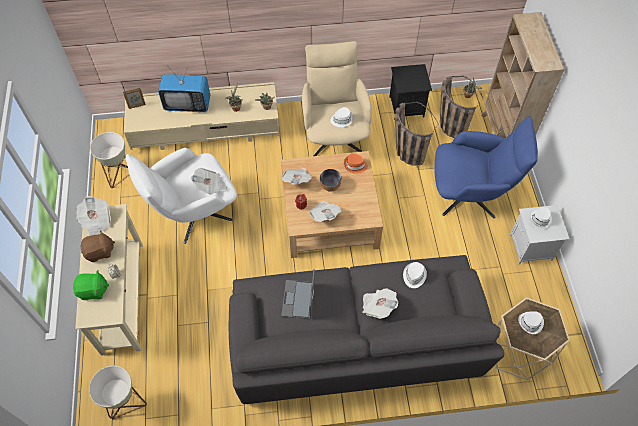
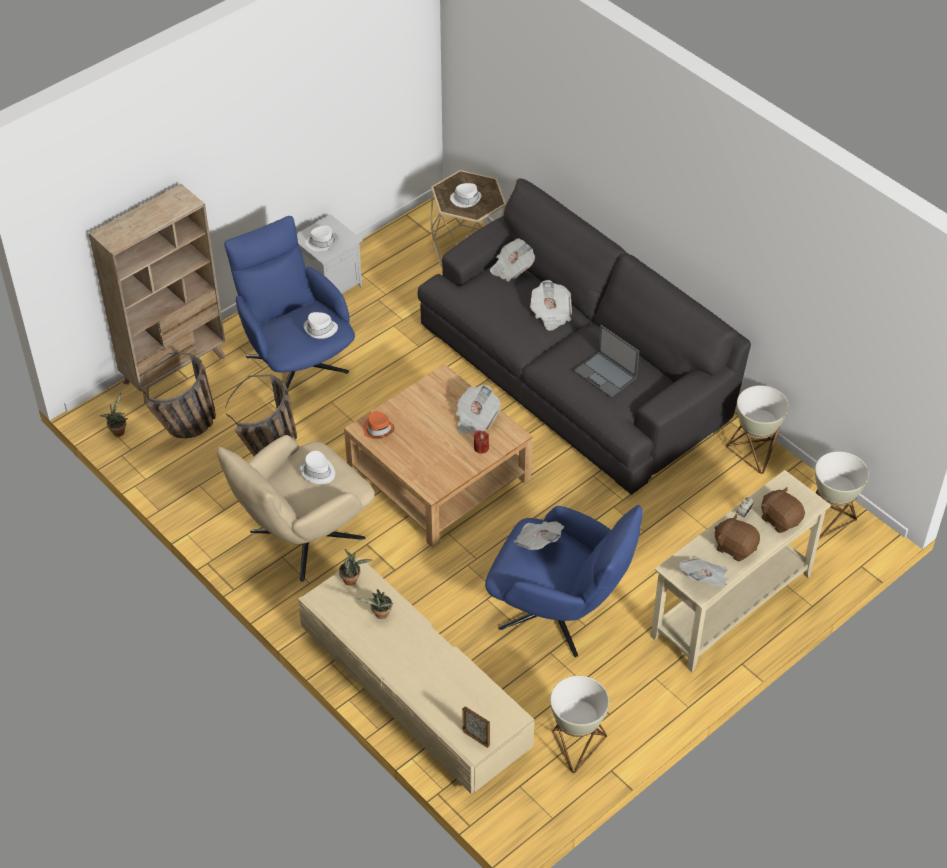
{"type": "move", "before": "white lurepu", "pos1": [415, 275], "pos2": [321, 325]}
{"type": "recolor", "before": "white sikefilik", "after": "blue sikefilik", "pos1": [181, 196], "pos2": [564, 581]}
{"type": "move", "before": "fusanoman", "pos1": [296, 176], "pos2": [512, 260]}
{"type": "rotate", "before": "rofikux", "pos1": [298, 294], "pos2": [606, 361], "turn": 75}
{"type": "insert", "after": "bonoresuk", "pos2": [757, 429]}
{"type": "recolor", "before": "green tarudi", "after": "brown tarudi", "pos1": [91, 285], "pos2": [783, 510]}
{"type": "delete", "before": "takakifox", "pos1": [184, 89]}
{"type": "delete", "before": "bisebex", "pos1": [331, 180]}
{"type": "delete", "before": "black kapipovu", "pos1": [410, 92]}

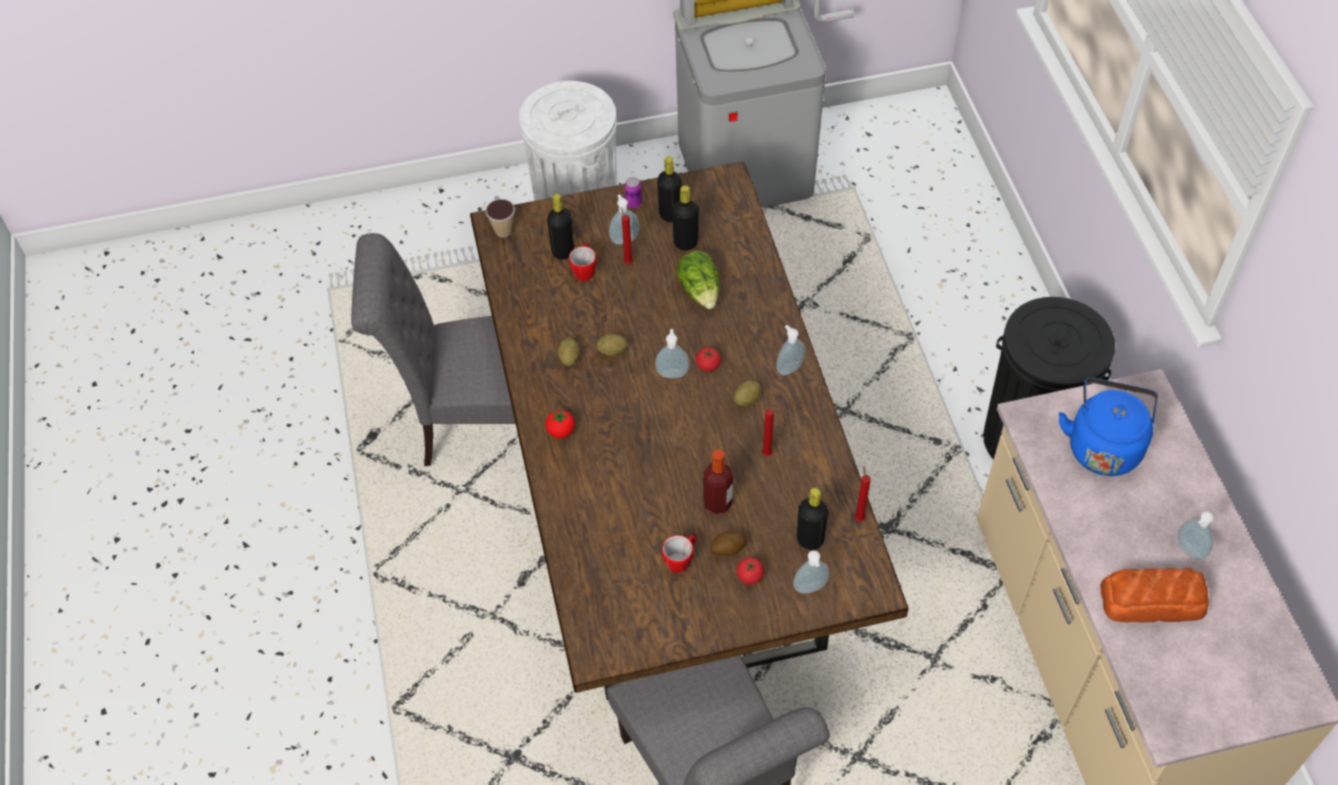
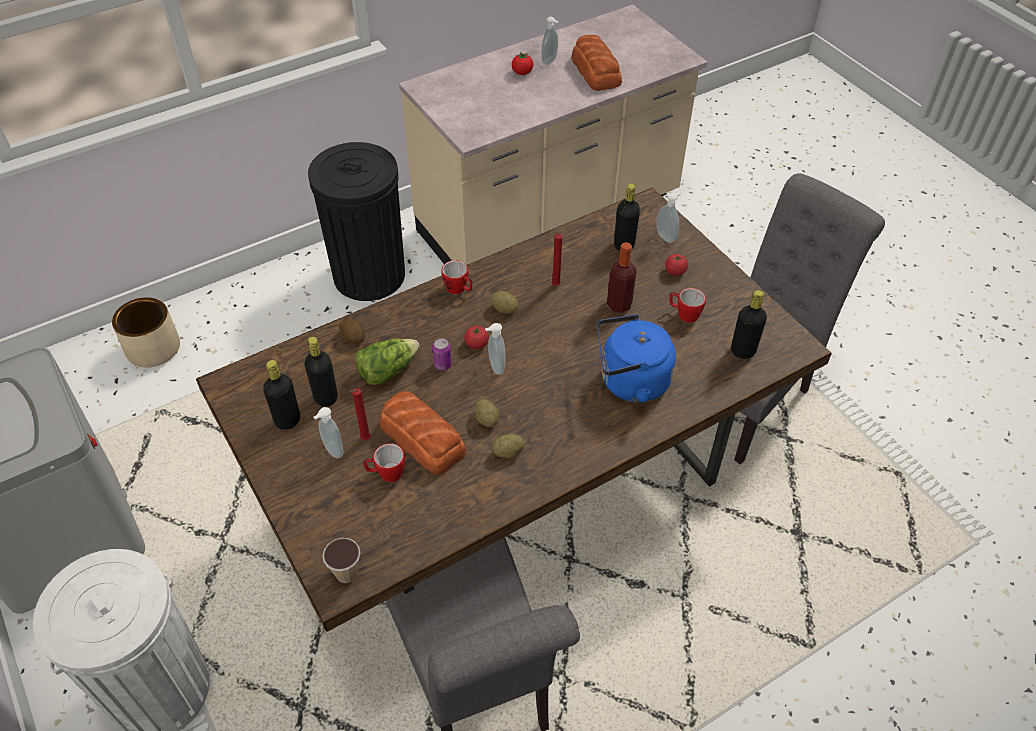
{"type": "insert", "after": "beige bonoresuk", "pos2": [146, 332]}
{"type": "move", "before": "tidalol", "pos1": [728, 543], "pos2": [352, 331]}
{"type": "insert", "after": "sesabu", "pos2": [423, 432]}
{"type": "move", "before": "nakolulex", "pos1": [633, 192], "pos2": [442, 354]}
{"type": "replace", "before": "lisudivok", "after": "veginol", "pos1": [791, 350], "pos2": [457, 277]}
{"type": "move", "before": "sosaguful", "pos1": [560, 424], "pos2": [522, 63]}
{"type": "move", "before": "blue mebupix", "pos1": [1108, 427], "pos2": [636, 358]}
{"type": "move", "before": "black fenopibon", "pos1": [560, 227], "pos2": [749, 324]}
{"type": "delete", "before": "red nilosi", "pos1": [863, 494]}

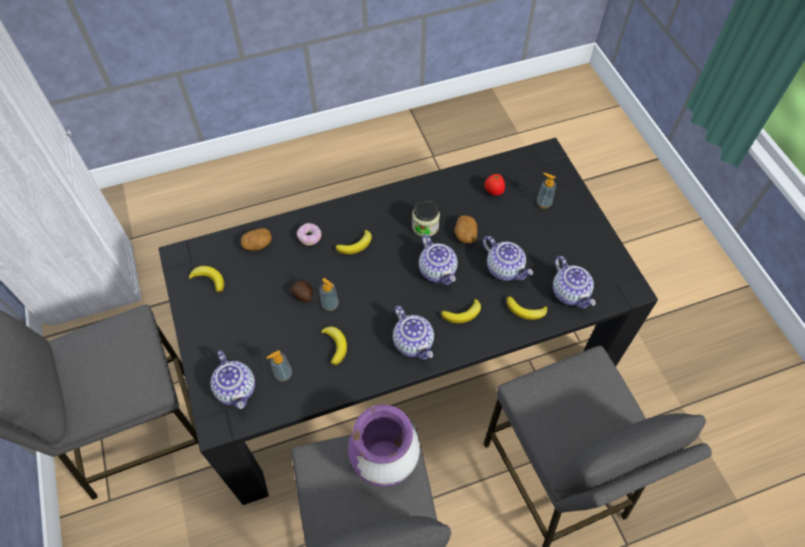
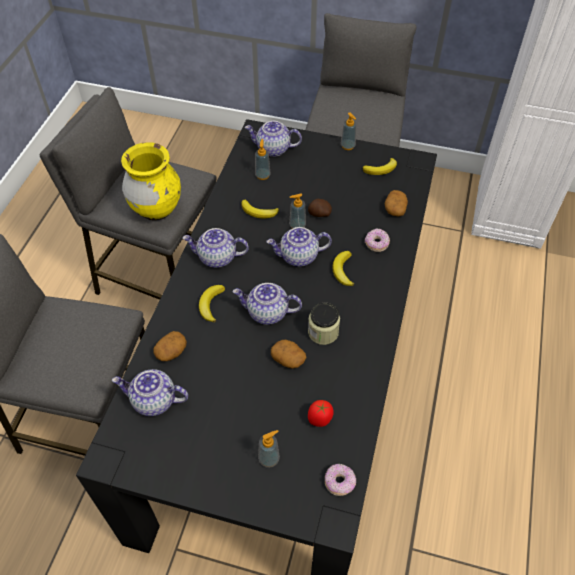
{"type": "recolor", "before": "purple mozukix", "after": "yellow mozukix", "pos1": [384, 446], "pos2": [151, 181]}
{"type": "replace", "before": "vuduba", "after": "tidalol", "pos1": [526, 308], "pos2": [170, 346]}
{"type": "move", "before": "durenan", "pos1": [508, 258], "pos2": [299, 247]}
{"type": "insert", "after": "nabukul", "pos2": [340, 480]}
{"type": "insert", "after": "lisudivok", "pos2": [349, 131]}

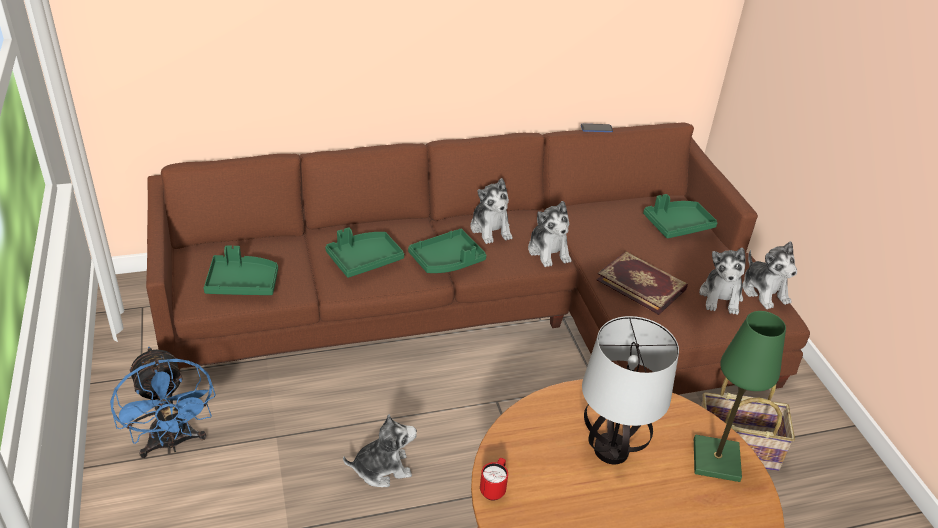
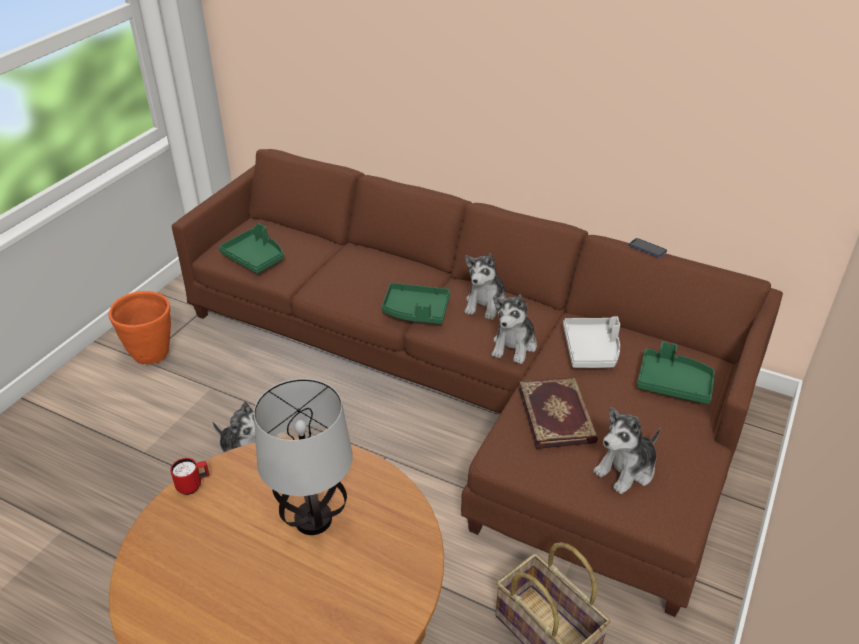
{"type": "replace", "before": "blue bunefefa", "after": "orange bonoresuk", "pos1": [163, 402], "pos2": [140, 327]}
{"type": "insert", "after": "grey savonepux", "pos2": [591, 342]}
{"type": "delete", "before": "green savonepux", "pos1": [364, 253]}
{"type": "delete", "before": "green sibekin", "pos1": [740, 396]}
{"type": "delete", "before": "tarudi", "pos1": [769, 275]}

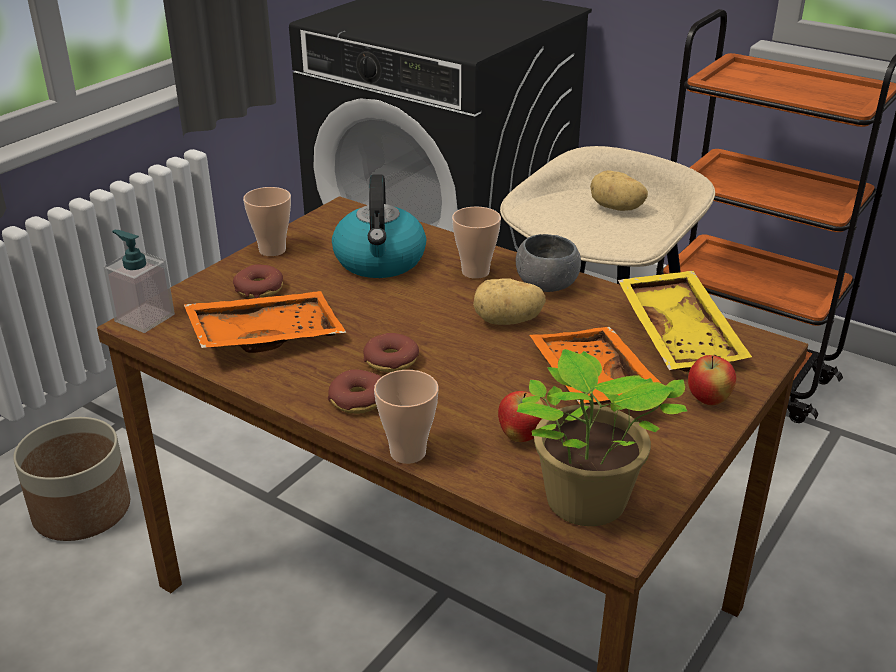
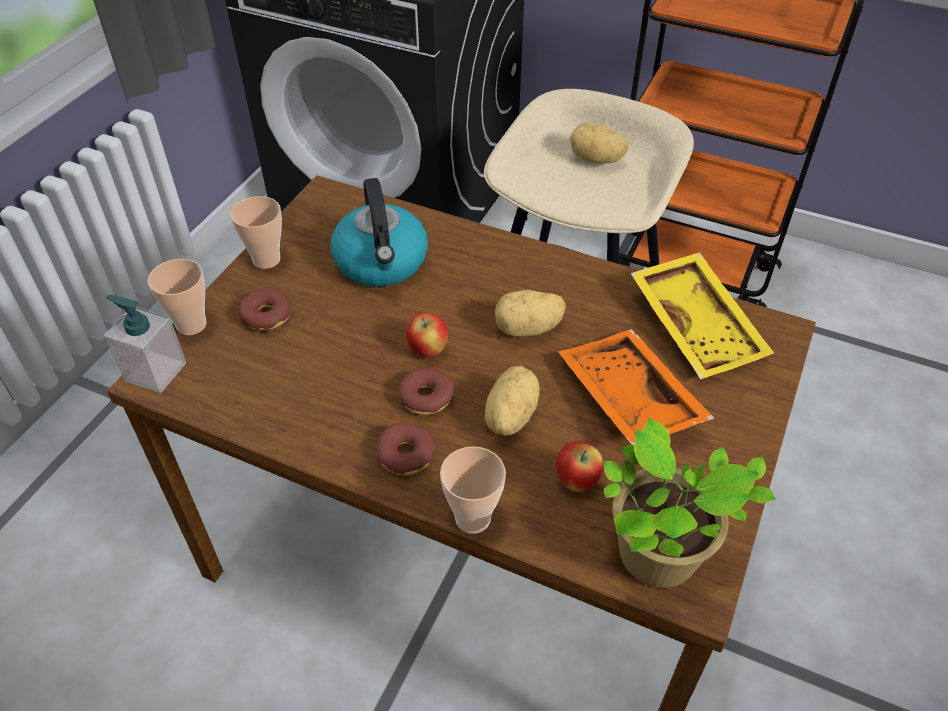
{"type": "move", "before": "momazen", "pos1": [476, 243], "pos2": [177, 297]}
{"type": "move", "before": "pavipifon", "pos1": [712, 380], "pos2": [427, 335]}
{"type": "insert", "after": "tidalol", "pos2": [512, 401]}
{"type": "delete", "before": "bonoresuk", "pos1": [71, 479]}
{"type": "delete", "before": "orange savonepux", "pos1": [265, 322]}
{"type": "delete", "before": "grey bisebex", "pos1": [548, 263]}

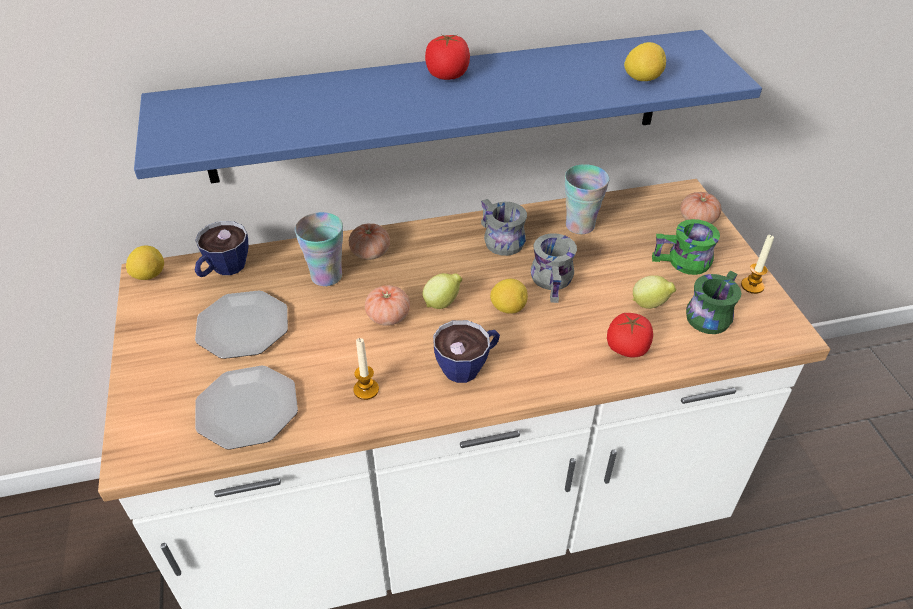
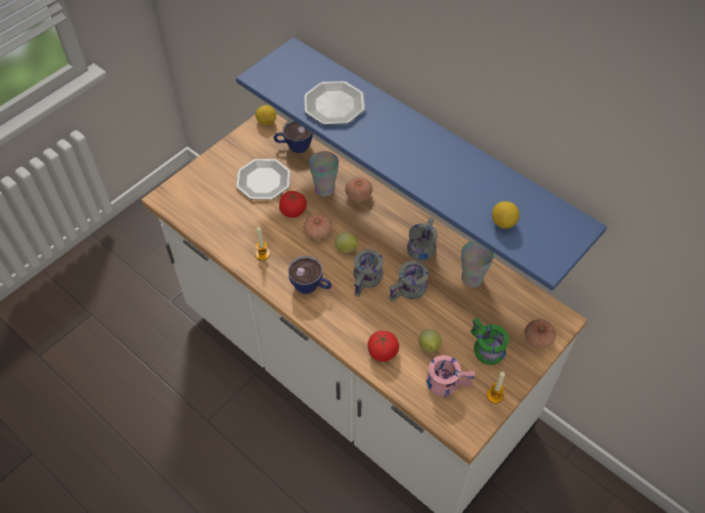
{"type": "move", "before": "sosaguful", "pos1": [447, 57], "pos2": [293, 204]}
{"type": "move", "before": "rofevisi", "pos1": [246, 407], "pos2": [334, 103]}
{"type": "replace", "before": "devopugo", "after": "grey veginol", "pos1": [509, 296], "pos2": [368, 273]}
{"type": "recolor", "before": "green veginol", "after": "pink veginol", "pos1": [714, 302], "pos2": [450, 376]}

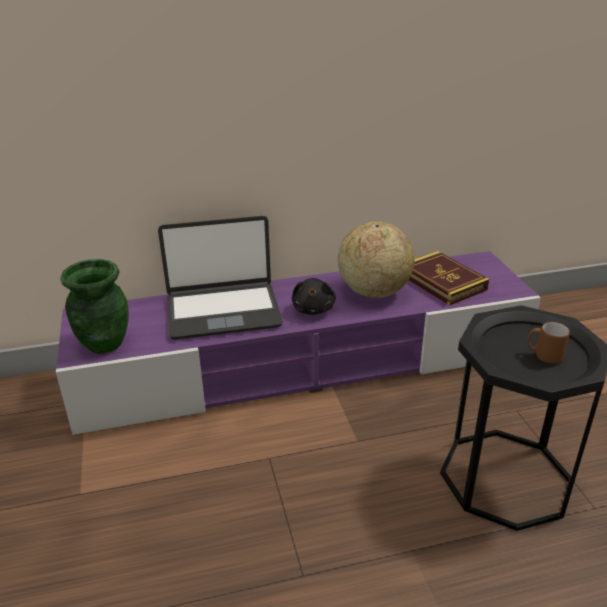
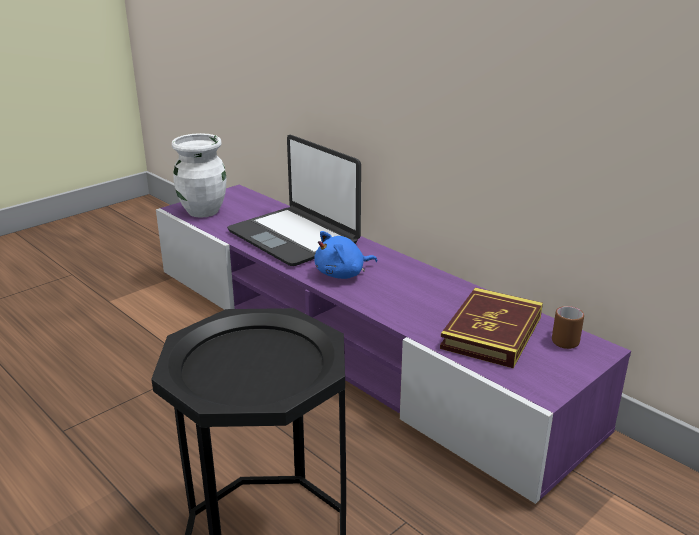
{"type": "recolor", "before": "green mozukix", "after": "white mozukix", "pos1": [94, 306], "pos2": [199, 175]}
{"type": "recolor", "before": "black tarudi", "after": "blue tarudi", "pos1": [313, 296], "pos2": [345, 255]}
{"type": "move", "before": "brown veginol", "pos1": [548, 343], "pos2": [568, 327]}
{"type": "delete", "before": "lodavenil", "pos1": [376, 259]}

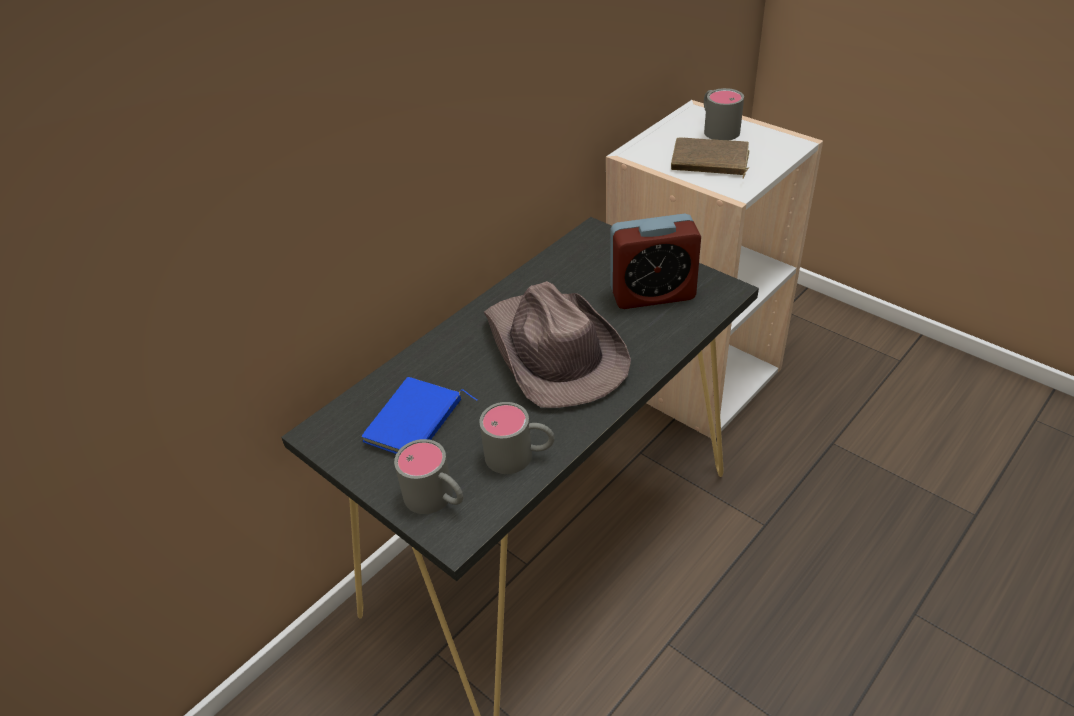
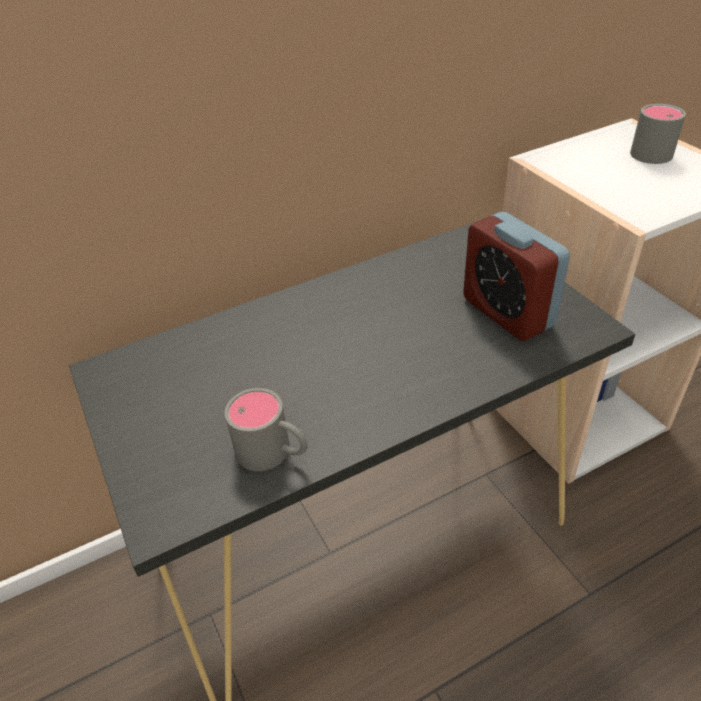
{"type": "rotate", "before": "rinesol", "pos1": [655, 261], "pos2": [516, 276], "turn": 45}
{"type": "delete", "before": "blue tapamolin", "pos1": [419, 415]}
{"type": "delete", "before": "grey veginol", "pos1": [428, 476]}
{"type": "delete", "before": "brown lurepu", "pos1": [557, 344]}
{"type": "delete", "before": "brown tapamolin", "pos1": [710, 158]}

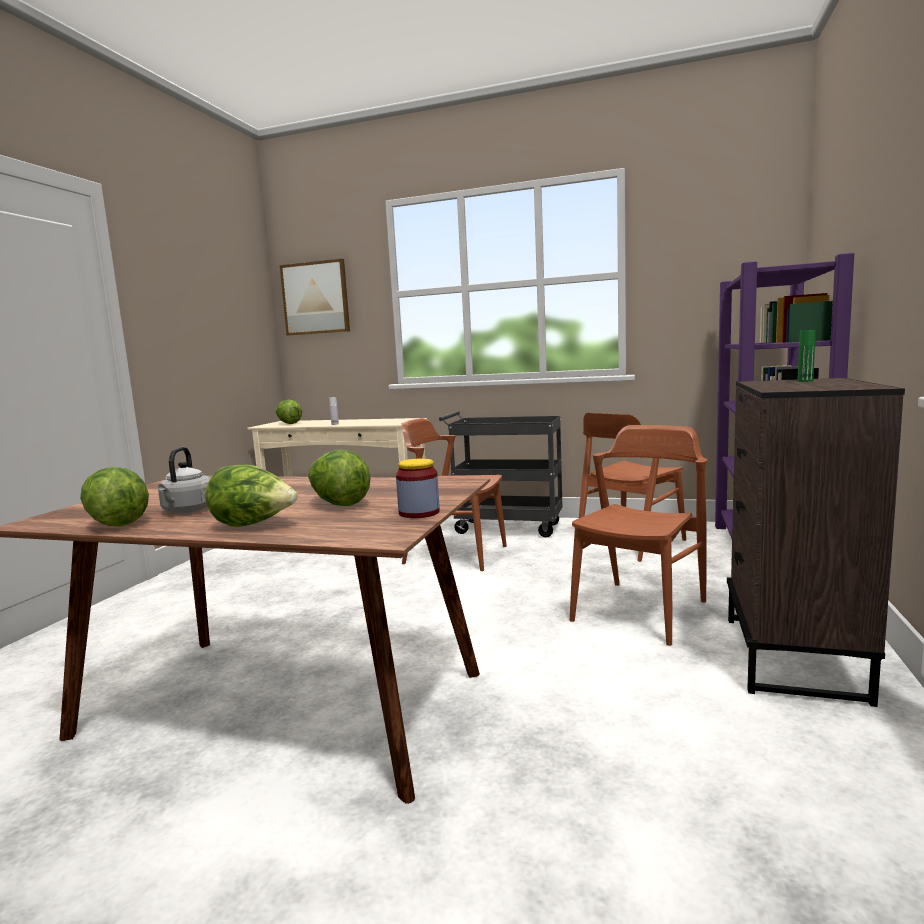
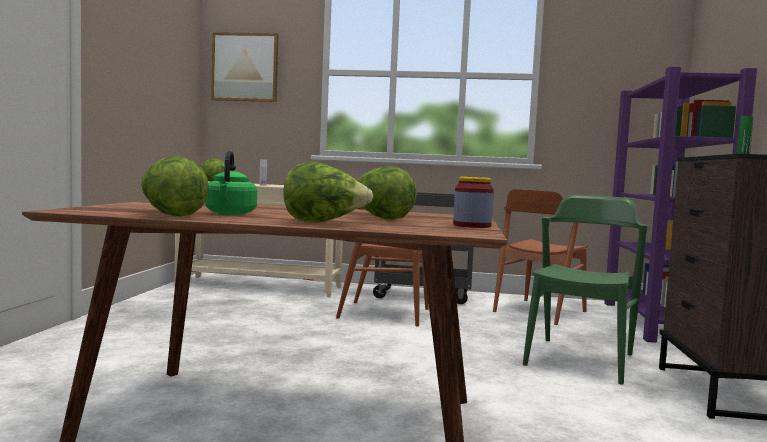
{"type": "recolor", "before": "grey mebupix", "after": "green mebupix", "pos1": [184, 480], "pos2": [231, 182]}
{"type": "recolor", "before": "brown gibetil", "after": "green gibetil", "pos1": [638, 535], "pos2": [585, 290]}

